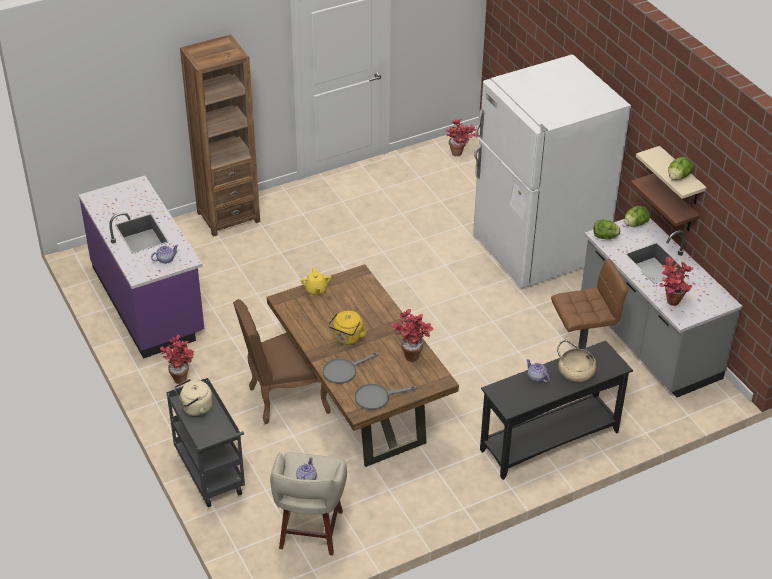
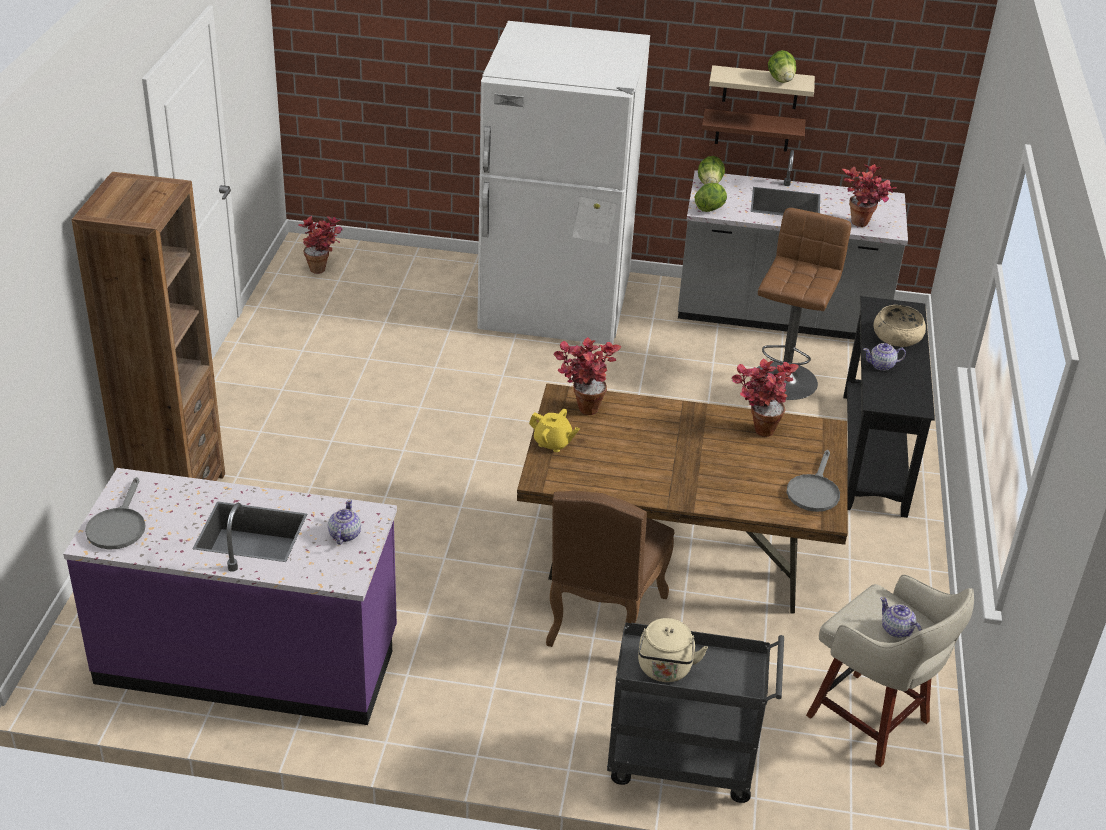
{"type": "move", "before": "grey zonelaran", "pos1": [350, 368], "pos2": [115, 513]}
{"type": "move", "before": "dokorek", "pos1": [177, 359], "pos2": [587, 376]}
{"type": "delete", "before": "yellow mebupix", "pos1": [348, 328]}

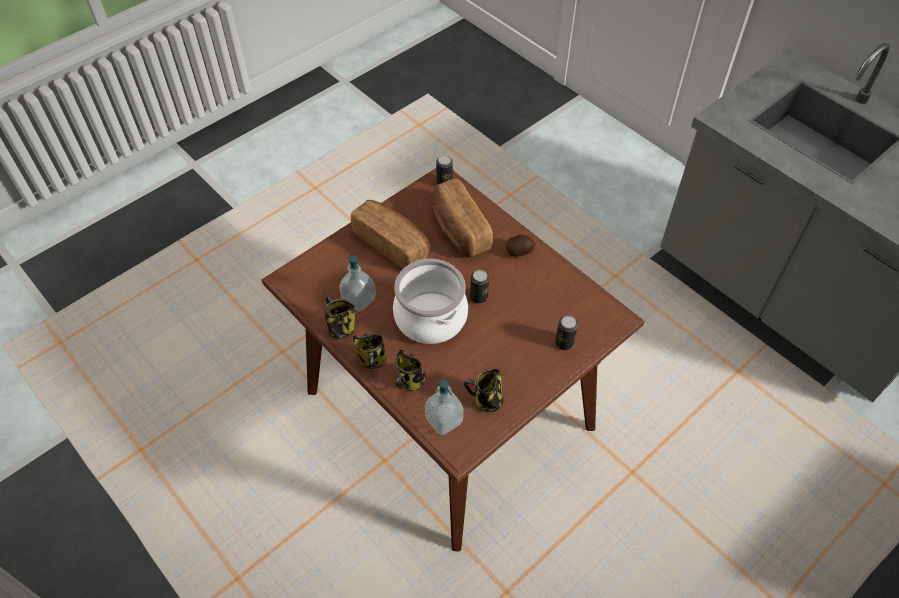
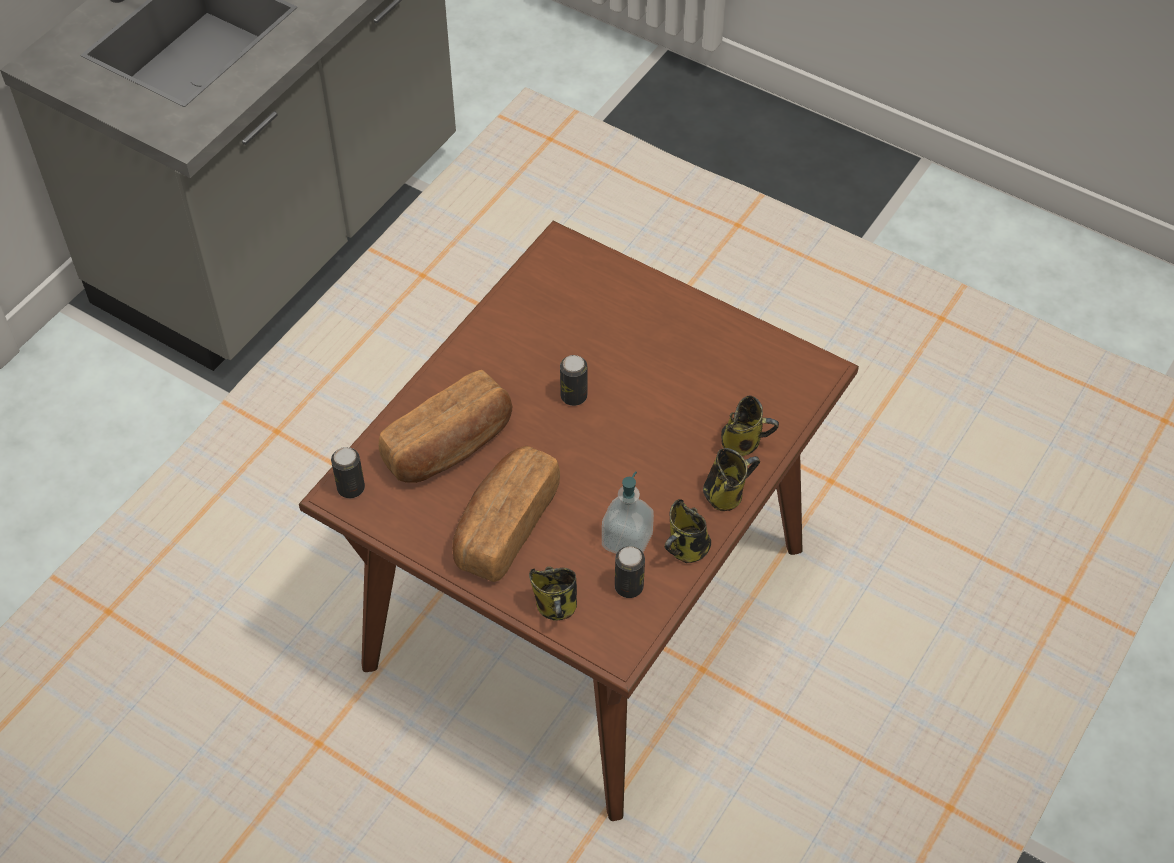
{"type": "move", "before": "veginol", "pos1": [483, 390], "pos2": [553, 593]}
{"type": "move", "before": "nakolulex", "pos1": [566, 333], "pos2": [630, 572]}
{"type": "delete", "before": "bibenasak", "pos1": [430, 301]}
{"type": "delete", "before": "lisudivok", "pos1": [444, 407]}
{"type": "delete", "before": "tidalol", "pos1": [521, 245]}

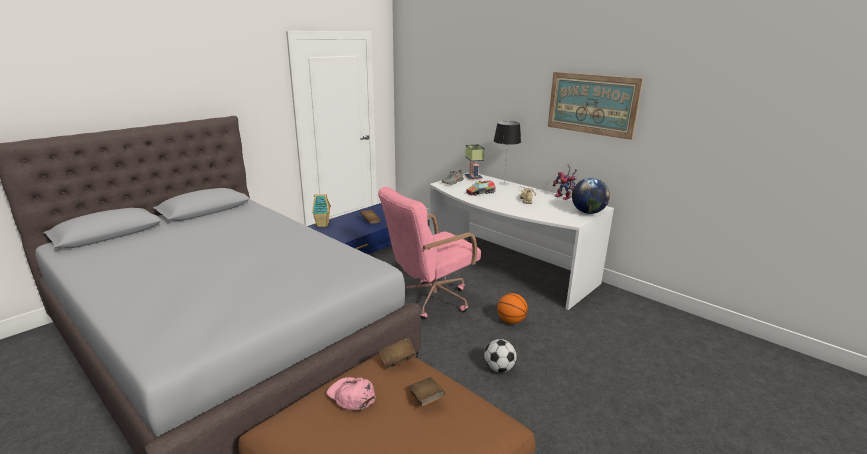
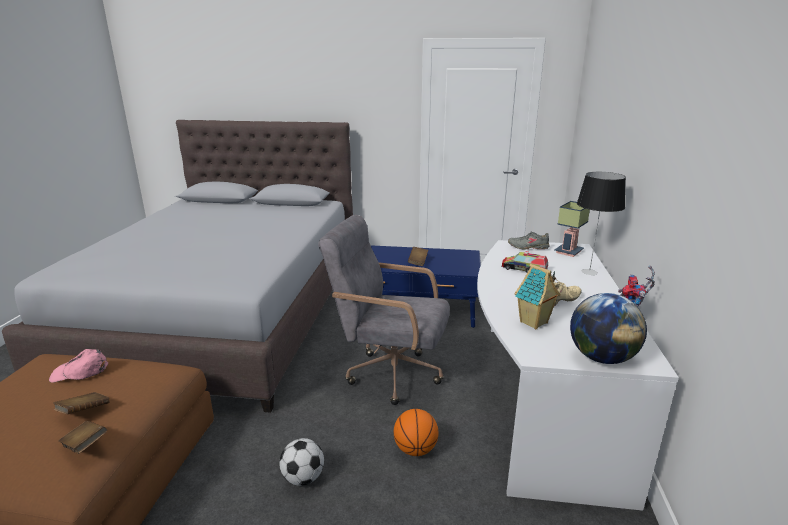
{"type": "rotate", "before": "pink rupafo", "pos1": [351, 393], "pos2": [78, 366], "turn": -105}
{"type": "move", "before": "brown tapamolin", "pos1": [398, 354], "pos2": [83, 437]}
{"type": "recolor", "before": "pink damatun", "after": "grey damatun", "pos1": [429, 253], "pos2": [384, 310]}
{"type": "move", "before": "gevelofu", "pos1": [321, 210], "pos2": [537, 296]}
{"type": "delete", "before": "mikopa", "pos1": [595, 106]}

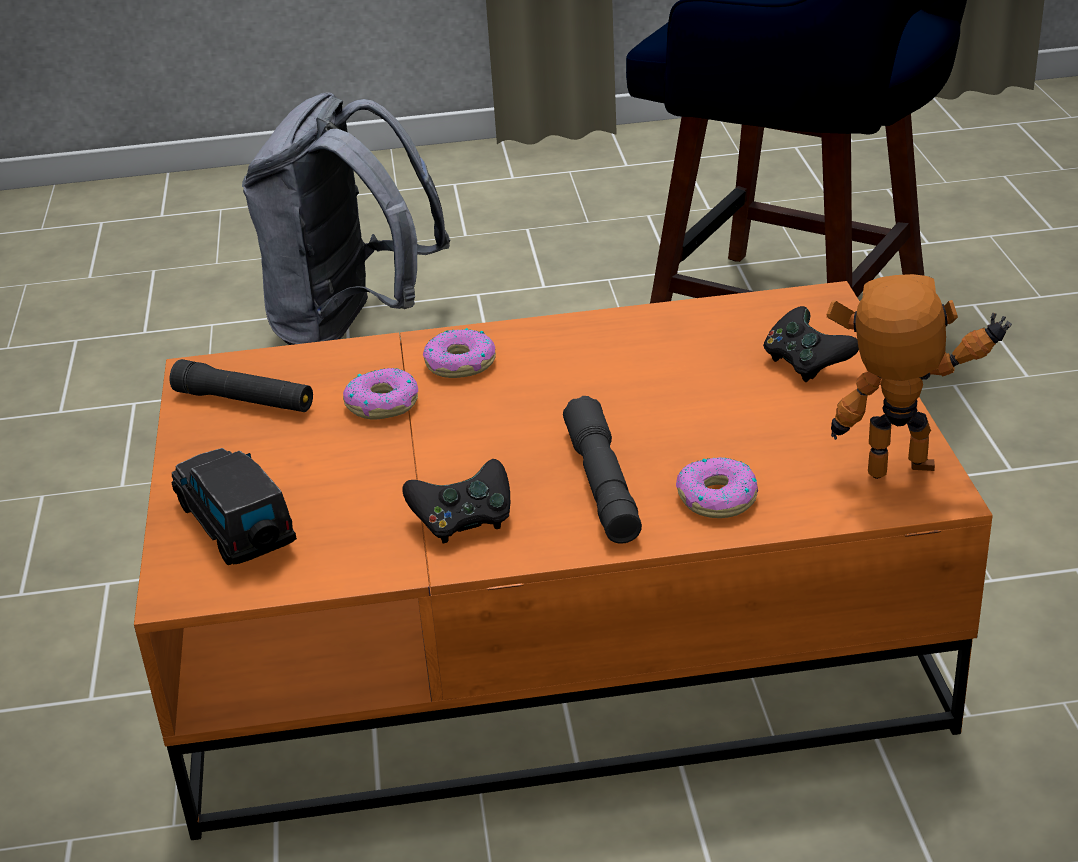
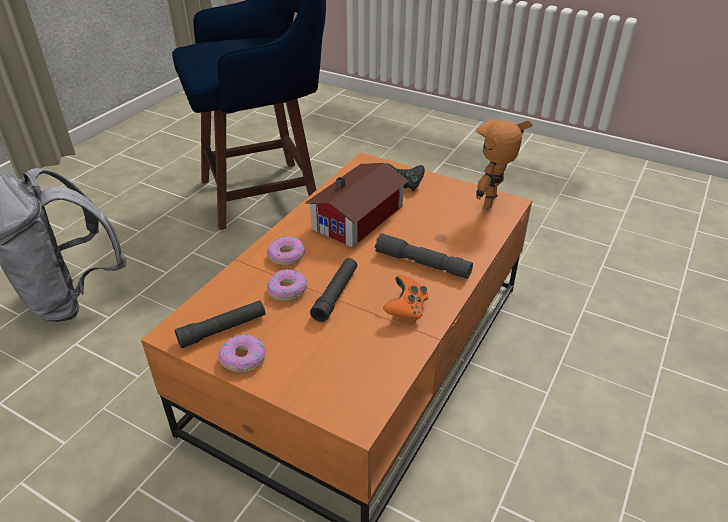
{"type": "move", "before": "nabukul", "pos1": [717, 487], "pos2": [242, 353]}
{"type": "insert", "after": "gevelofu", "pos2": [356, 205]}
{"type": "insert", "after": "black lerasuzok", "pos2": [333, 290]}
{"type": "recolor", "before": "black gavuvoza", "after": "orange gavuvoza", "pos1": [456, 501], "pos2": [405, 298]}
{"type": "delete", "before": "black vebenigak", "pos1": [234, 506]}

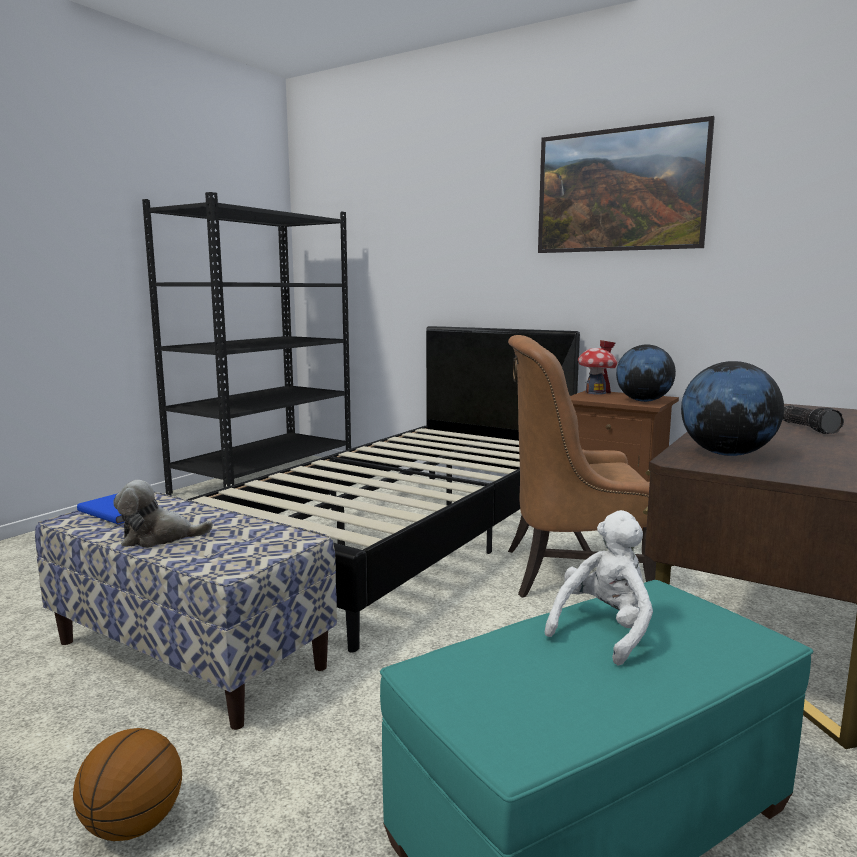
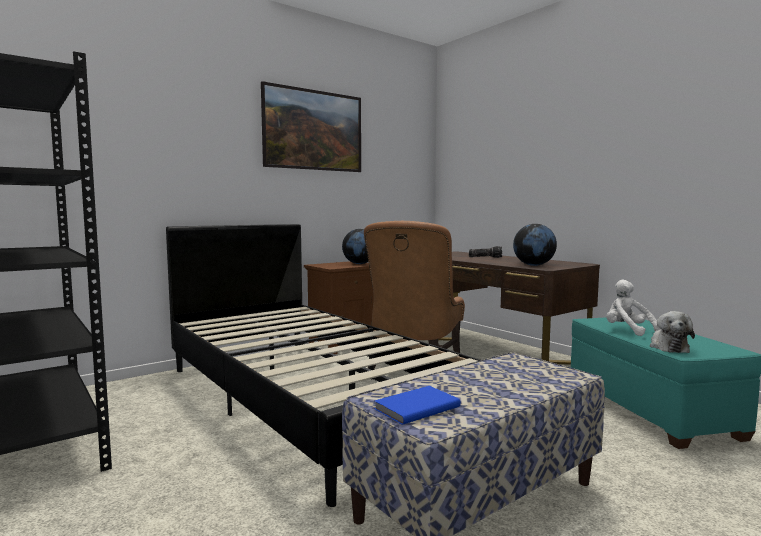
{"type": "move", "before": "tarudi", "pos1": [163, 514], "pos2": [672, 332]}
{"type": "delete", "before": "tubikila", "pos1": [127, 784]}
{"type": "delete", "before": "gevelofu", "pos1": [597, 367]}

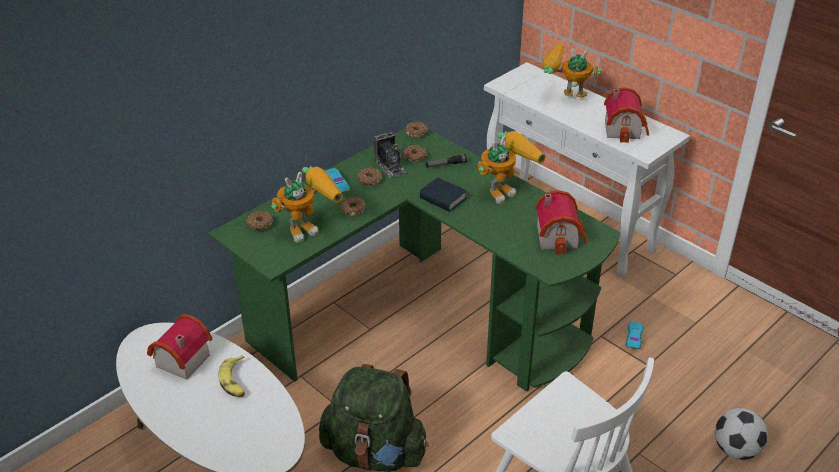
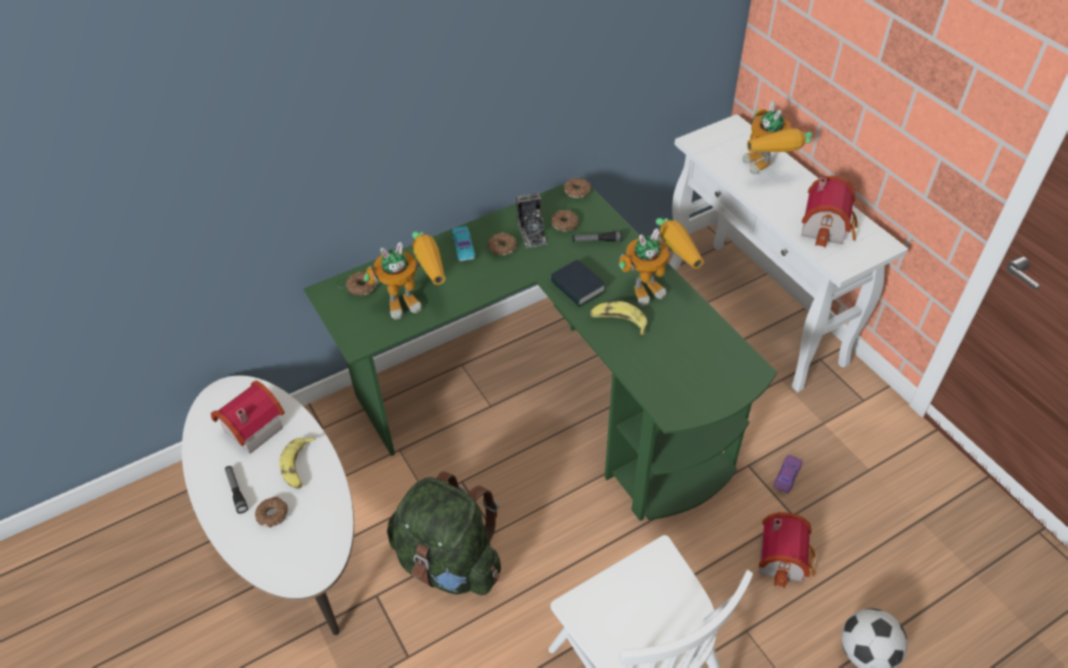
{"type": "insert", "after": "lerasuzok", "pos2": [236, 490]}
{"type": "move", "before": "nabukul", "pos1": [352, 206], "pos2": [271, 512]}
{"type": "insert", "after": "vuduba", "pos2": [618, 318]}
{"type": "rotate", "before": "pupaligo", "pos1": [572, 70], "pos2": [777, 137], "turn": -135}
{"type": "move", "before": "gevelofu", "pos1": [561, 222], "pos2": [787, 550]}
{"type": "recolor", "before": "turquoise vebenigak", "after": "purple vebenigak", "pos1": [634, 335], "pos2": [788, 474]}

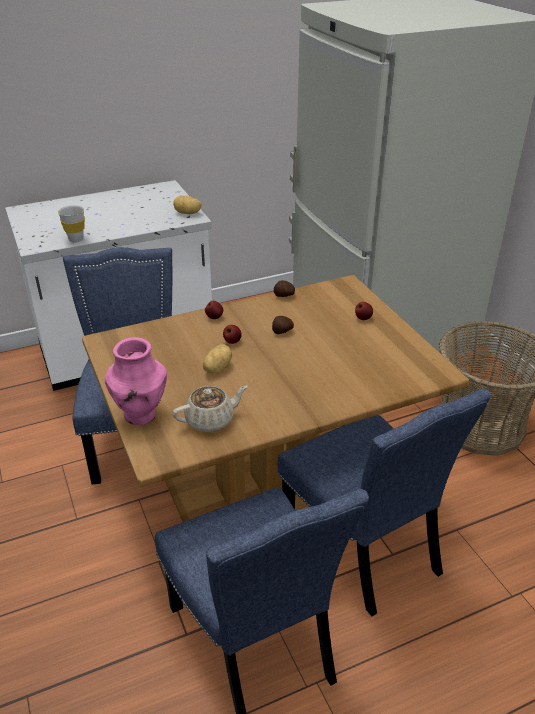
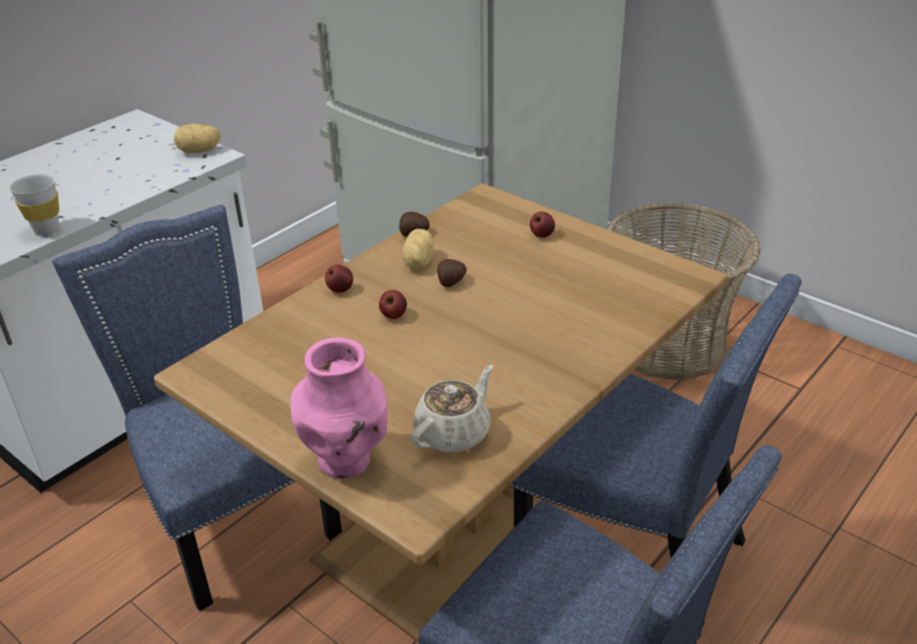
{"type": "move", "before": "tidalol", "pos1": [217, 359], "pos2": [418, 249]}

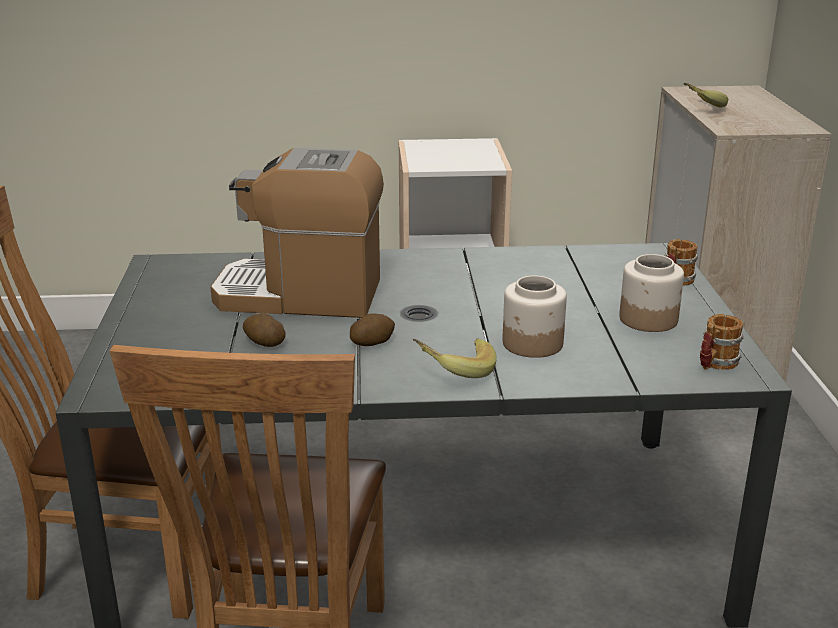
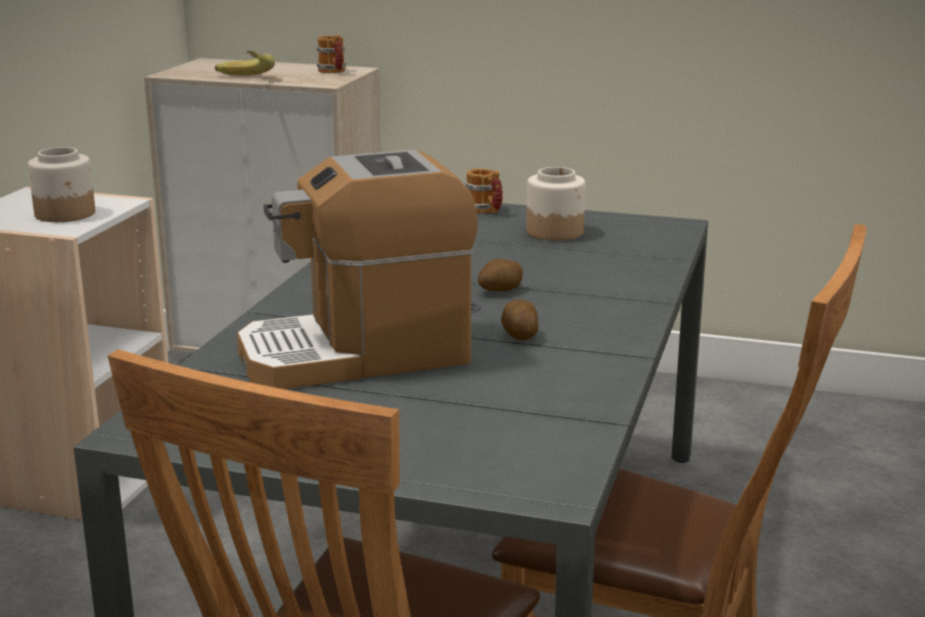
{"type": "move", "before": "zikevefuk", "pos1": [535, 317], "pos2": [61, 184]}
{"type": "rotate", "before": "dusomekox", "pos1": [297, 233], "pos2": [357, 269], "turn": 45}
{"type": "move", "before": "veginol", "pos1": [722, 342], "pos2": [331, 53]}
{"type": "move", "before": "tidalol", "pos1": [264, 330], "pos2": [500, 275]}
{"type": "delete", "before": "vuduba", "pos1": [455, 358]}

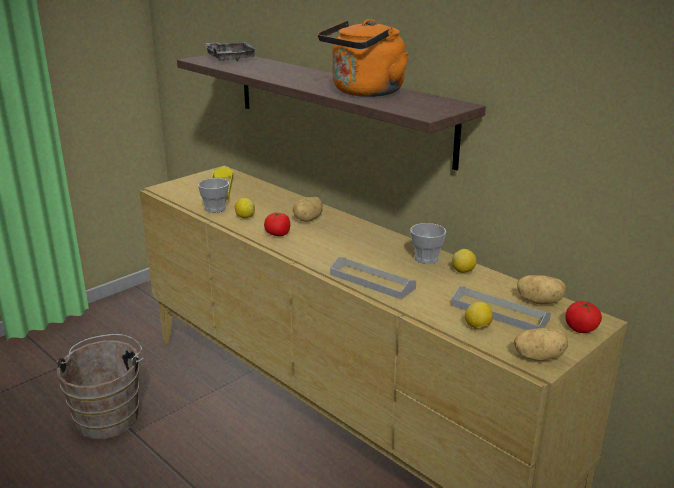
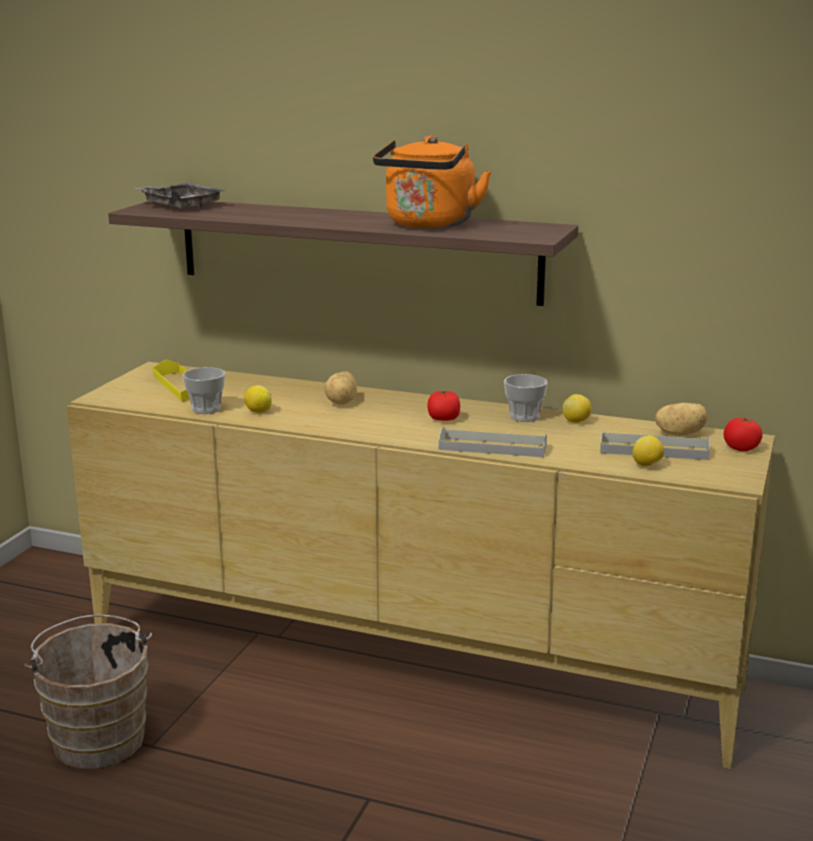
{"type": "move", "before": "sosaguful", "pos1": [277, 224], "pos2": [443, 406]}
{"type": "delete", "before": "tidalol", "pos1": [541, 344]}

